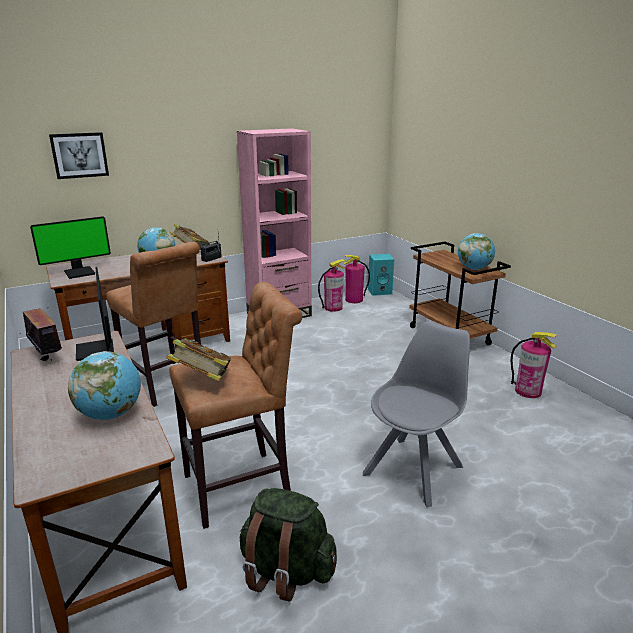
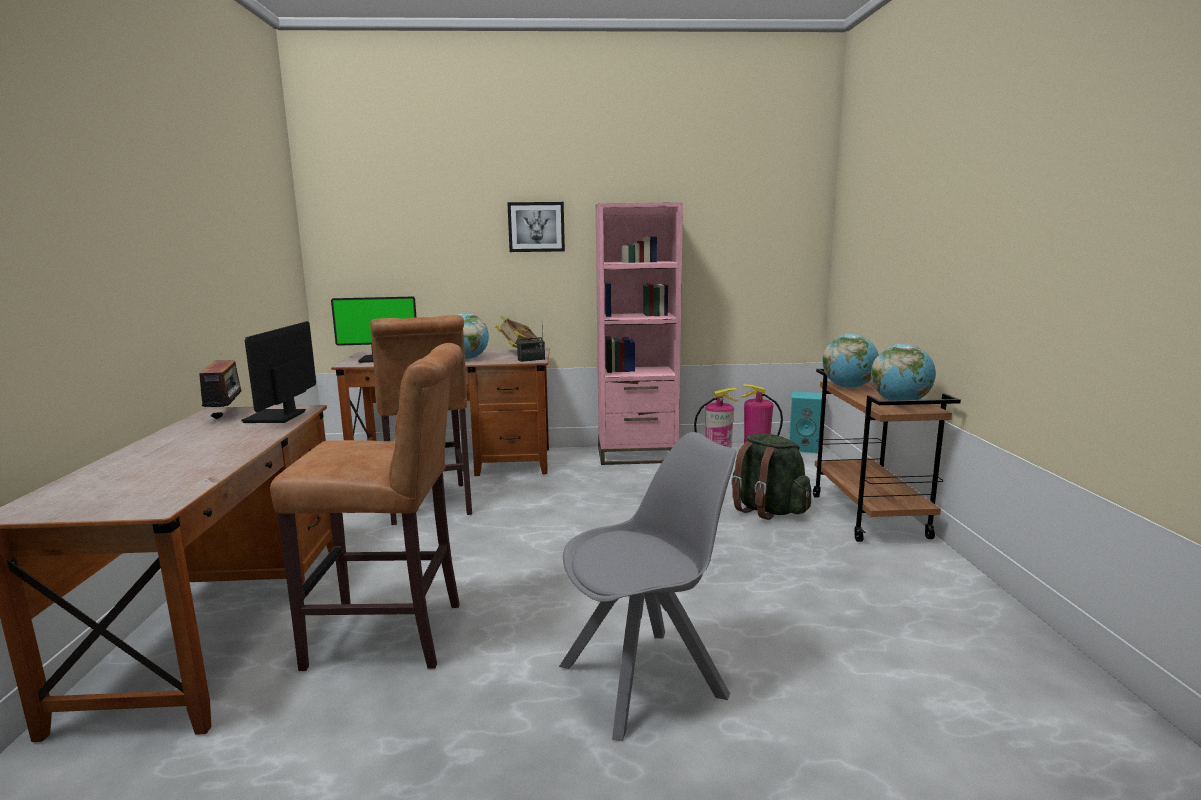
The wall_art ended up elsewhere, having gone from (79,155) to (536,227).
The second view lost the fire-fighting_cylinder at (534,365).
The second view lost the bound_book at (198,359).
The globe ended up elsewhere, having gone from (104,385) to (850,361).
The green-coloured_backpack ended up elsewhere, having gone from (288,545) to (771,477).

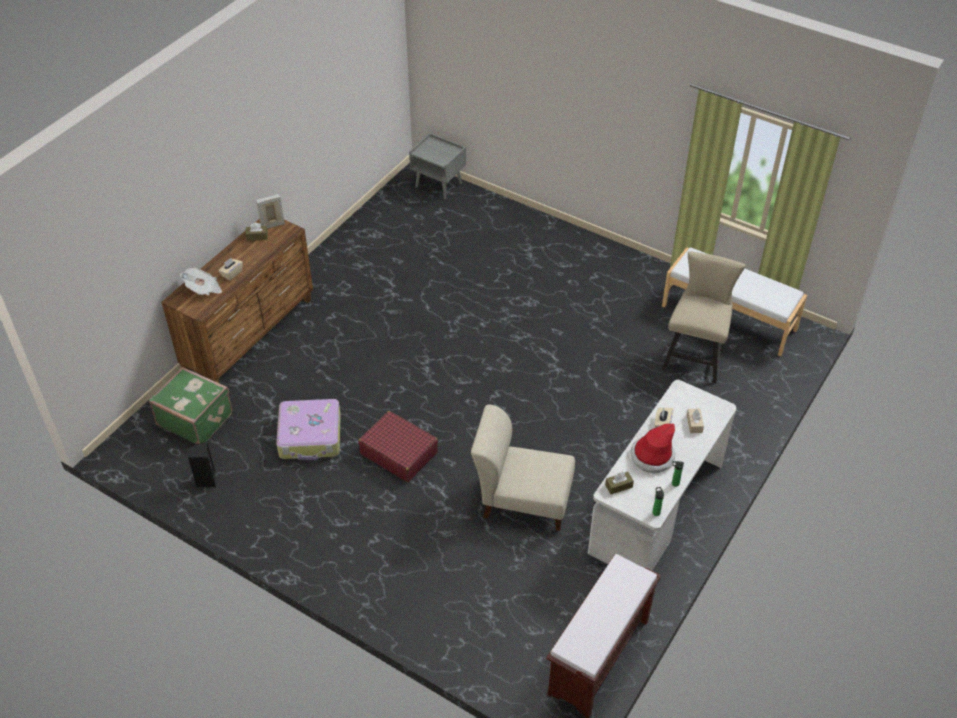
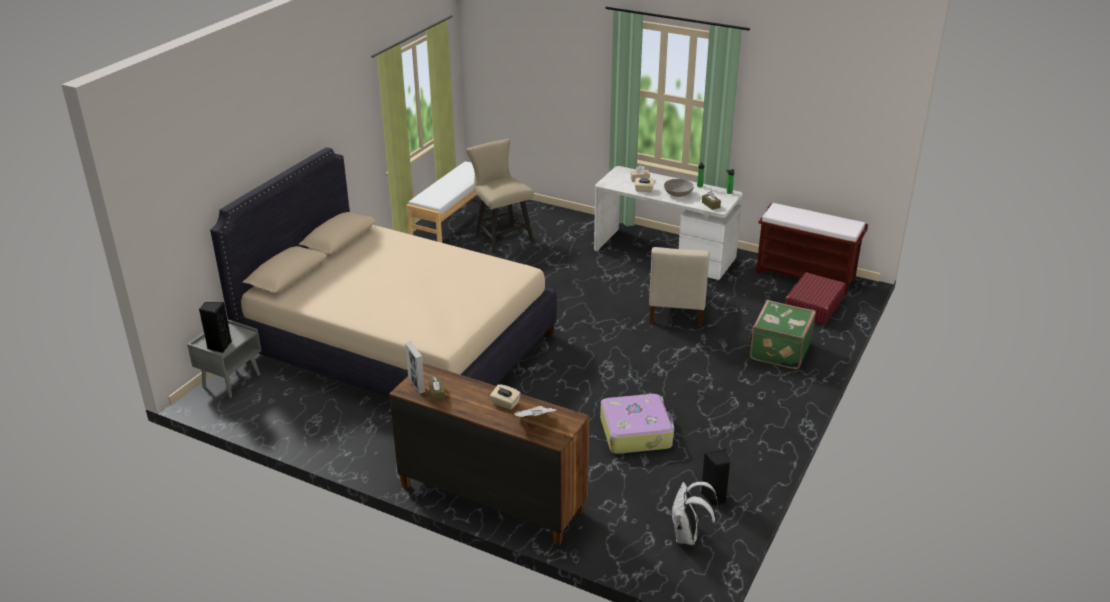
The sand-coloured_plain_chair at (704,317) ended up facing another way, 45 degrees clockwise from before.
The green-coloured_suitcase ended up elsewhere, having gone from (190,406) to (782,334).
The red_suitcase ended up elsewhere, having gone from (398,446) to (815,298).
Where the wearable_hat stood at (652,449), the gray_serving_bowl came to stand at (679,188).
The second view gained the sand-coloured_bedroom_bed at (383,272).
The second view gained the black-coloured_loudspeaker at (215,327).
The second view gained the white-coloured_backpack at (695,513).

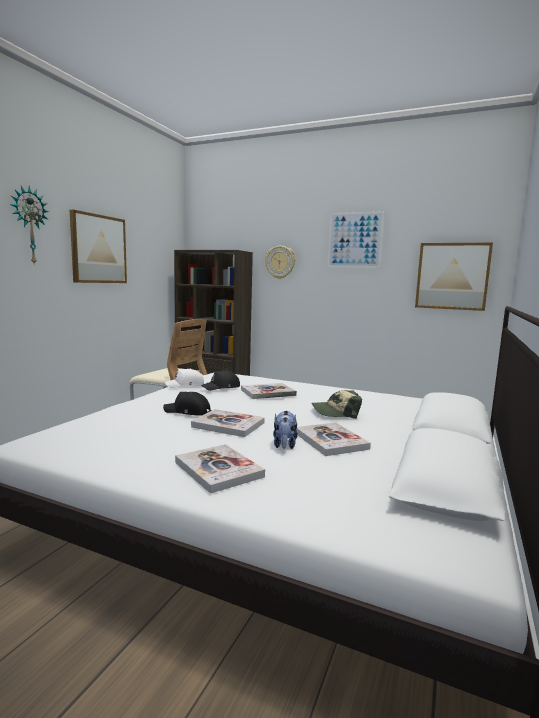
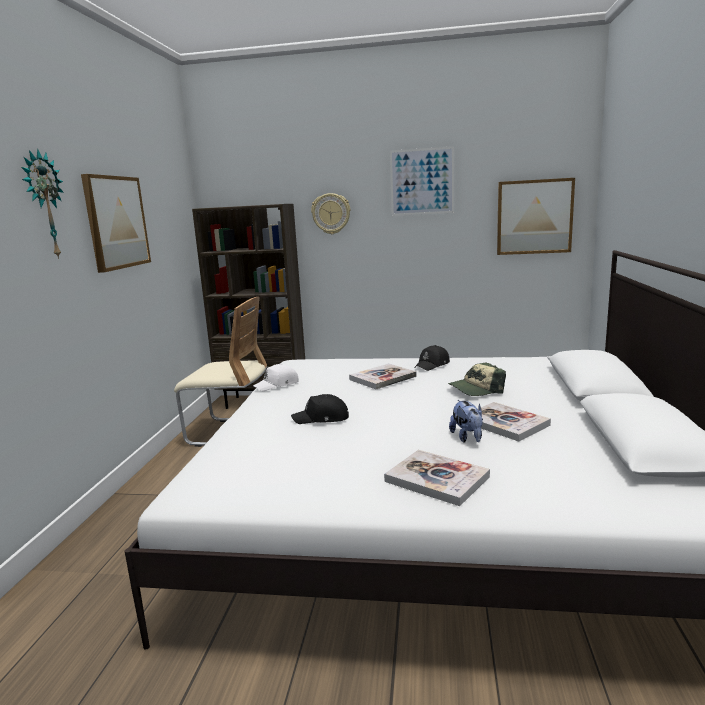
The black-coloured_cap ended up elsewhere, having gone from (220,380) to (432,358).
The second view lost the bound_book at (228,423).

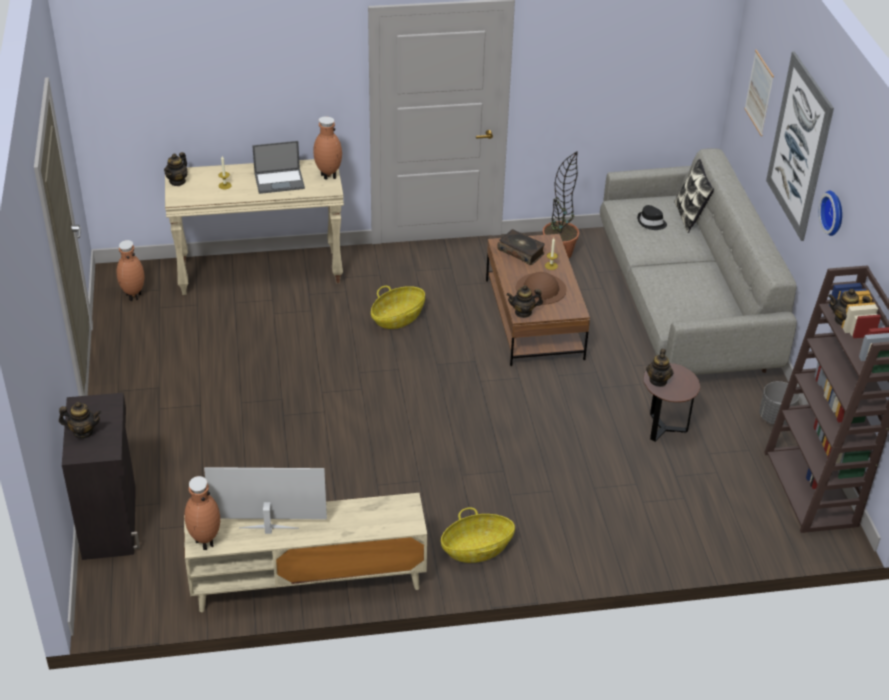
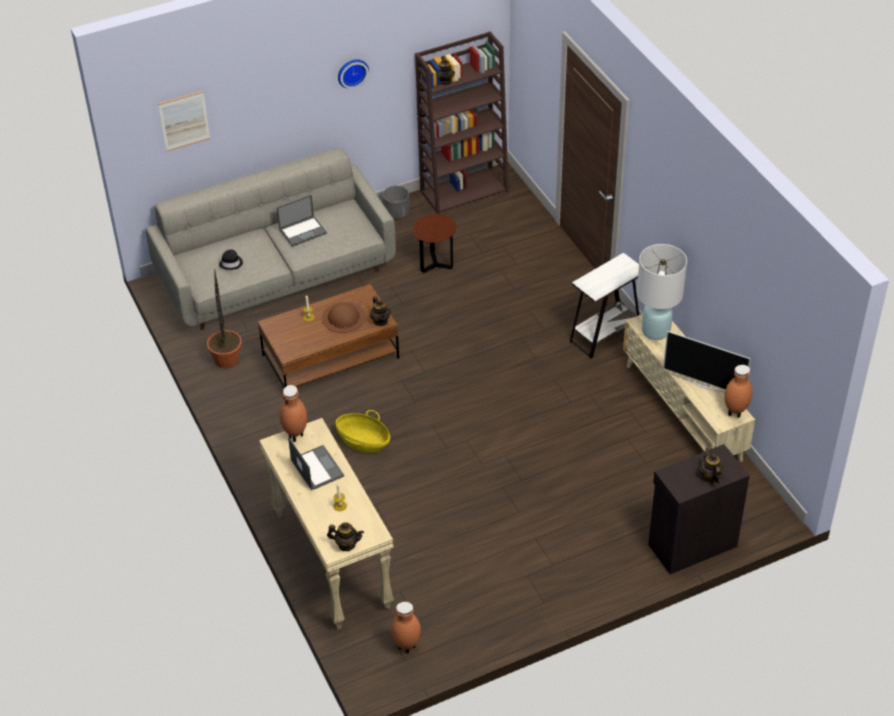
The second view lost the wall_art at (800,146).
The second view lost the cushion at (694,196).
The second view lost the bound_book at (521,247).
The second view lost the teapot at (659,368).
The TV_set at (265,500) ended up facing another way, 45 degrees counterclockwise from before.
Where the storage_basket stood at (478,535), the white-coloured_end_table came to stand at (604,306).
The second view gained the laptop at (302,221).
The second view gained the white-coloured_lamp_for_a_table at (661,292).

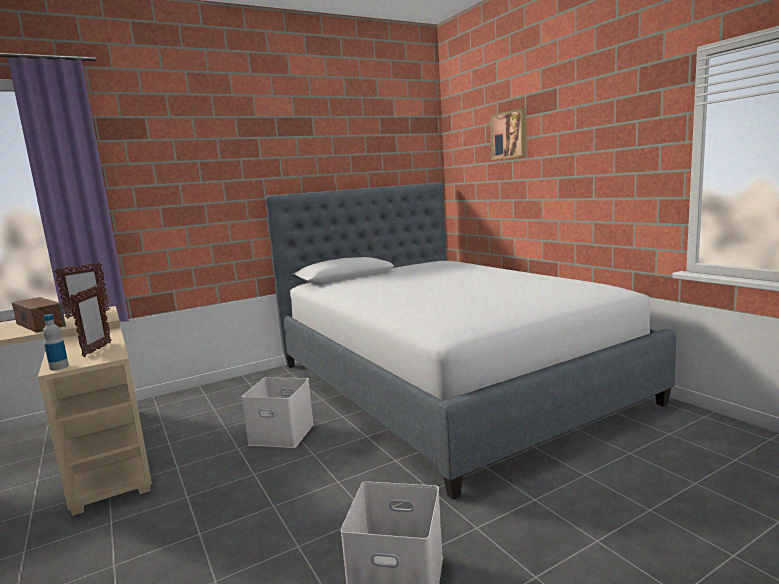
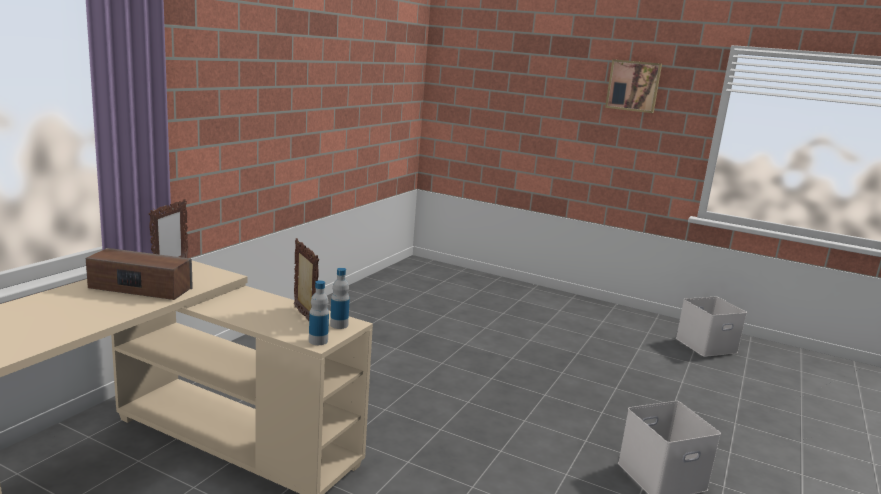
The wall_art ended up elsewhere, having gone from (508,134) to (633,86).
The second view lost the bedroom_bed at (470,341).
The white-coloured_storage_container ended up elsewhere, having gone from (277,412) to (711,327).
The second view gained the bottle at (340,298).

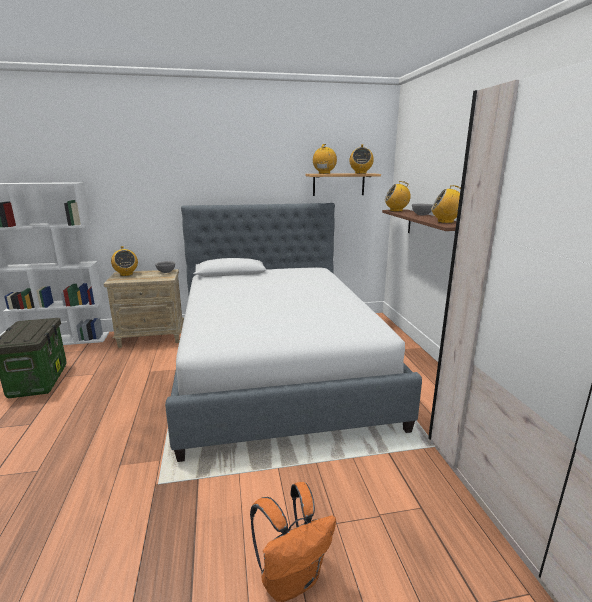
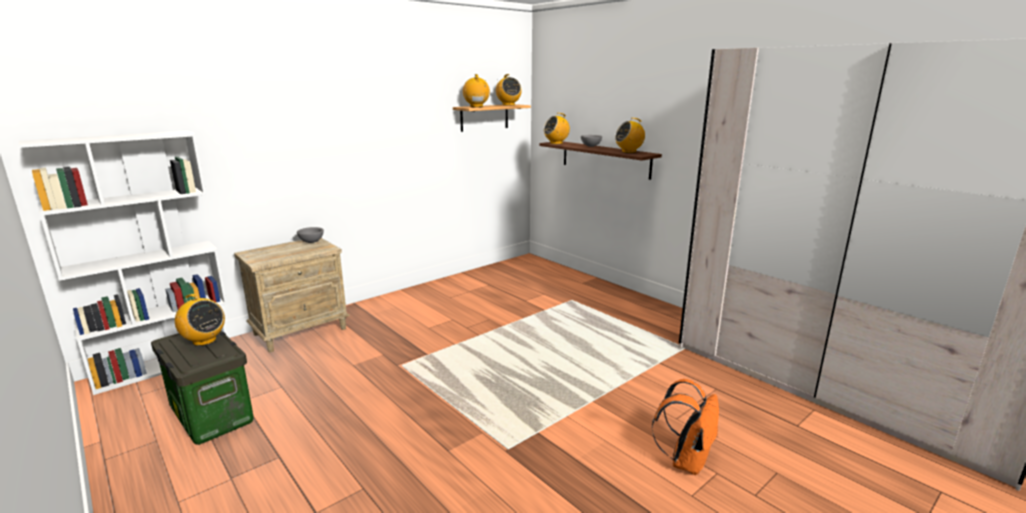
The second view lost the bedroom_bed at (293,332).
The radio_set ended up elsewhere, having gone from (124,261) to (198,320).

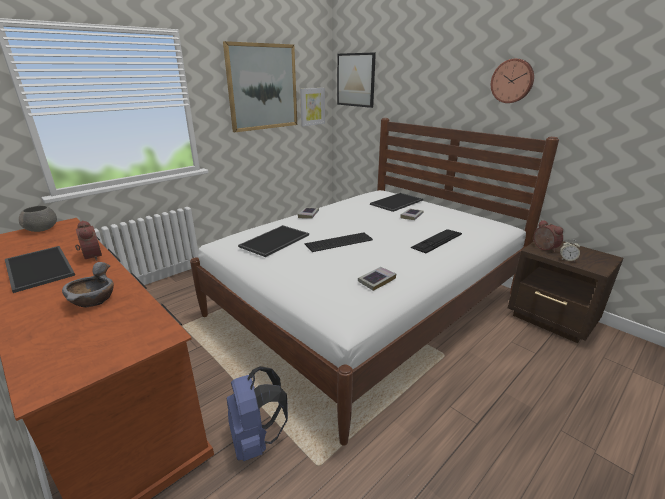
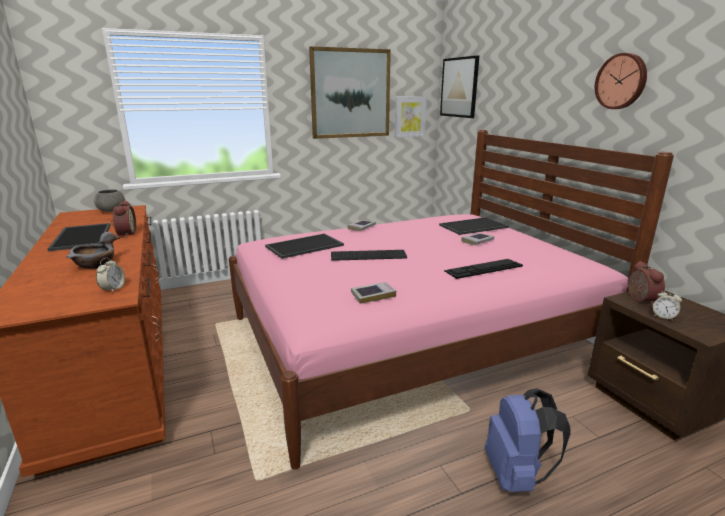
What was the white-coloured_bedroom_bed at (374,282) turned into the pink_bedroom_bed at (451,299).
The bluish_backpack ended up elsewhere, having gone from (257,413) to (528,440).
The second view gained the bedside_clock at (110,275).

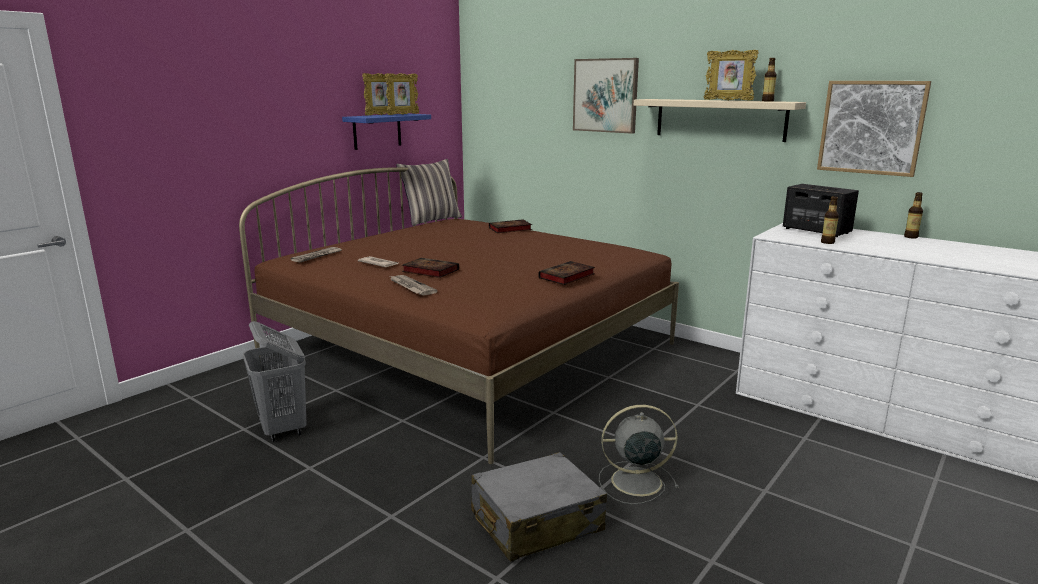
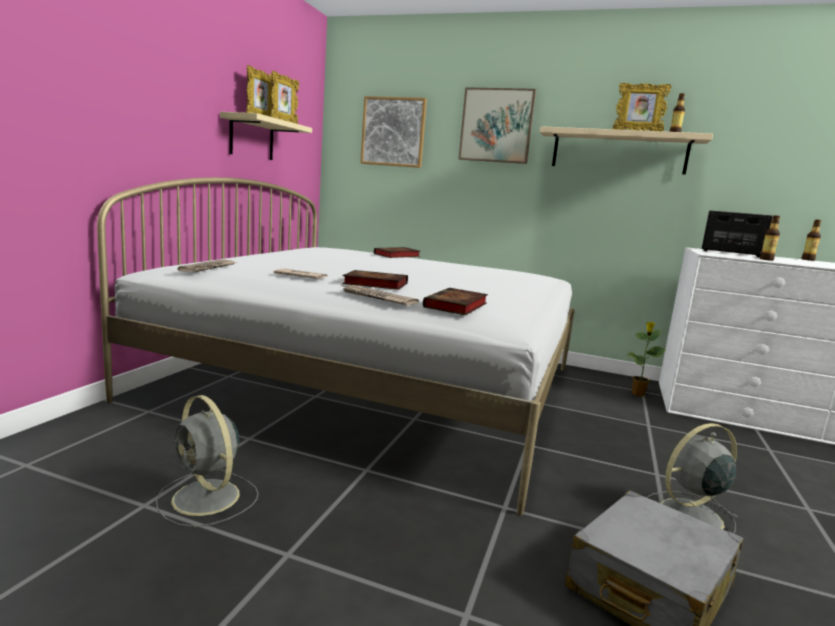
The wall_art ended up elsewhere, having gone from (874,129) to (393,132).
What was the bluish_bracket_shelf at (386,132) turned into the sand-coloured_bracket_shelf at (266,136).
The second view lost the cushion at (429,192).
What was the brownish_bedroom_bed at (459,315) turned into the white-coloured_bedroom_bed at (336,346).
The bound_book ended up elsewhere, having gone from (566,273) to (455,301).
Where the gray_laundry_basket stood at (274,381), the gray_cooling_fan came to stand at (207,461).
The second view gained the plant_in_a_pot at (646,359).

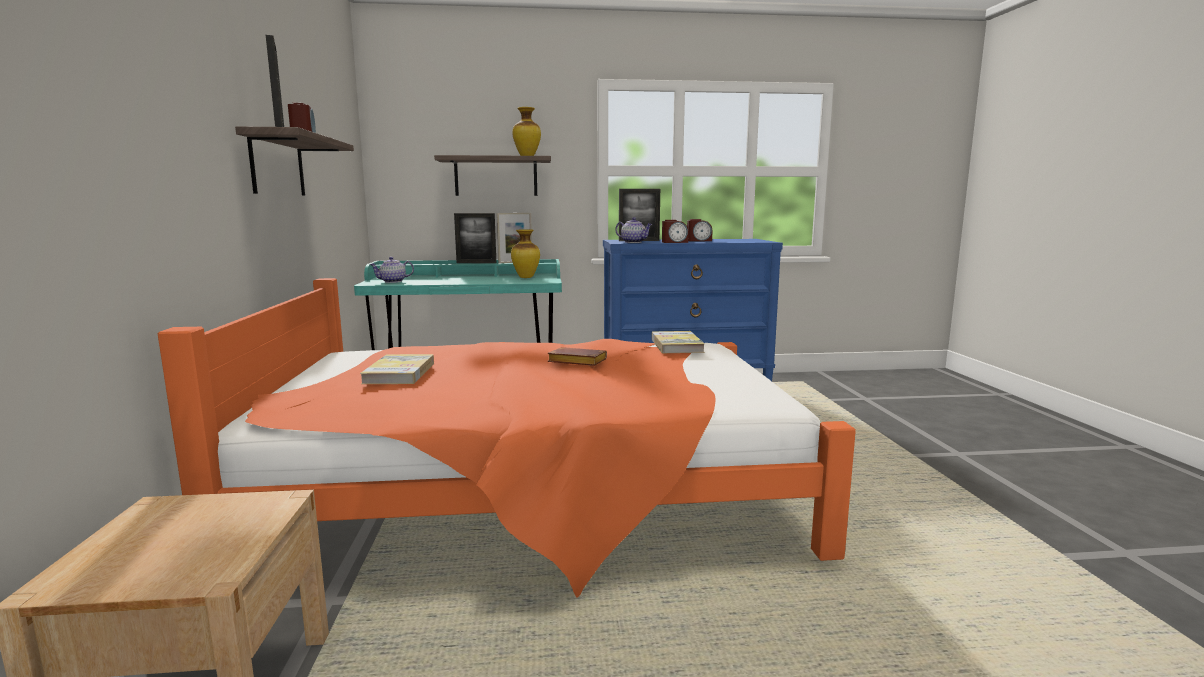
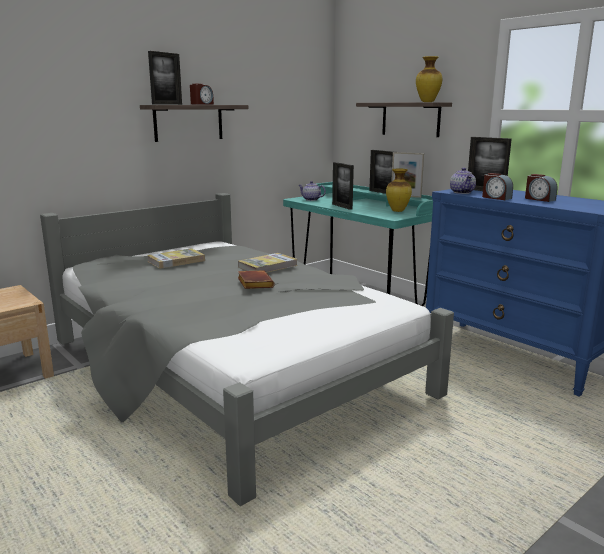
What was the orange-coloured_bedroom_bed at (507,437) turned into the gray_bedroom_bed at (247,349).
The bound_book ended up elsewhere, having gone from (678,342) to (268,262).
The second view gained the photo_frame at (343,186).

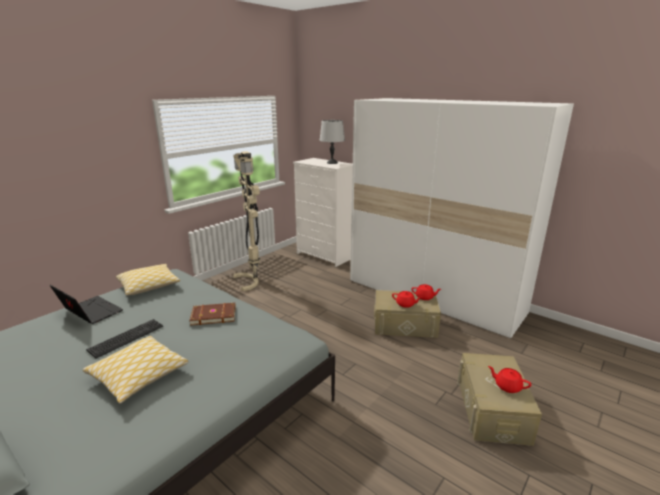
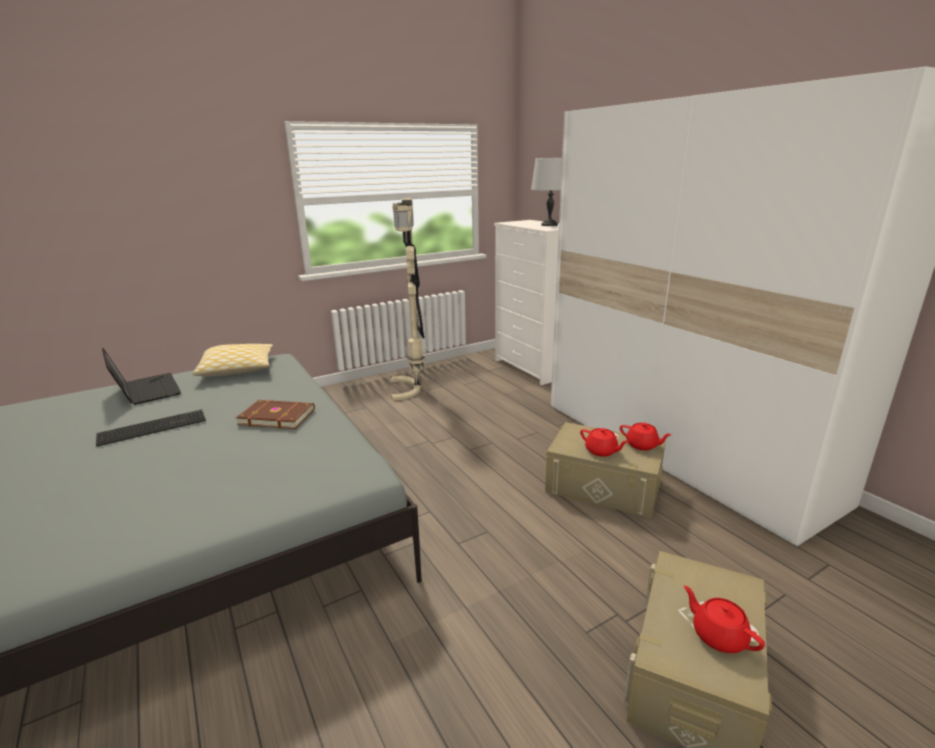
The second view lost the cushion at (135,370).

